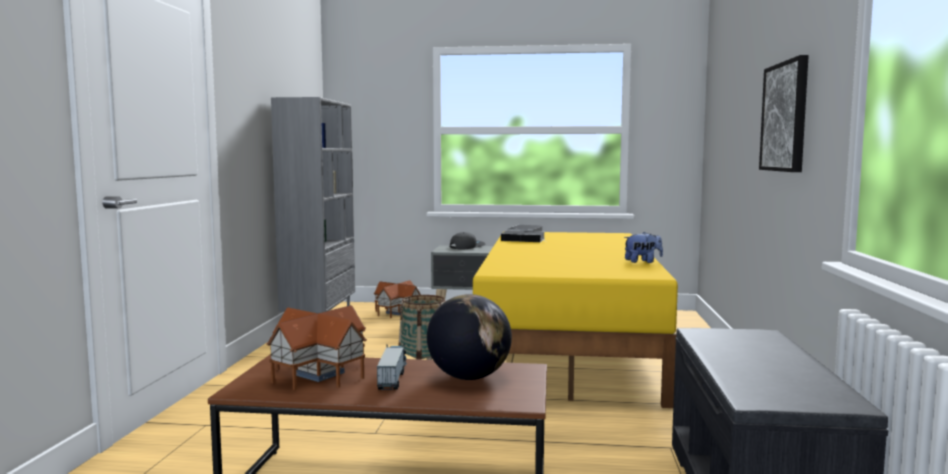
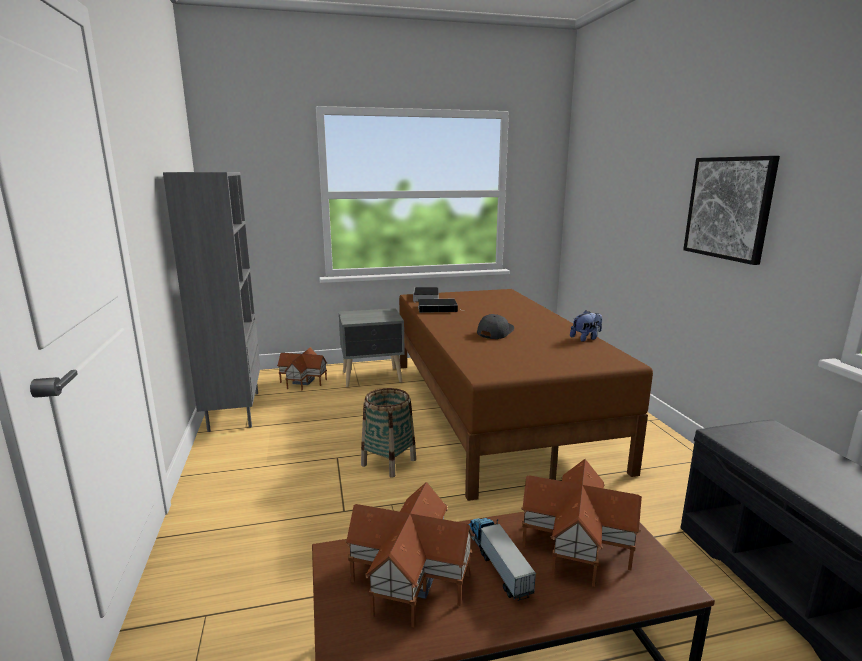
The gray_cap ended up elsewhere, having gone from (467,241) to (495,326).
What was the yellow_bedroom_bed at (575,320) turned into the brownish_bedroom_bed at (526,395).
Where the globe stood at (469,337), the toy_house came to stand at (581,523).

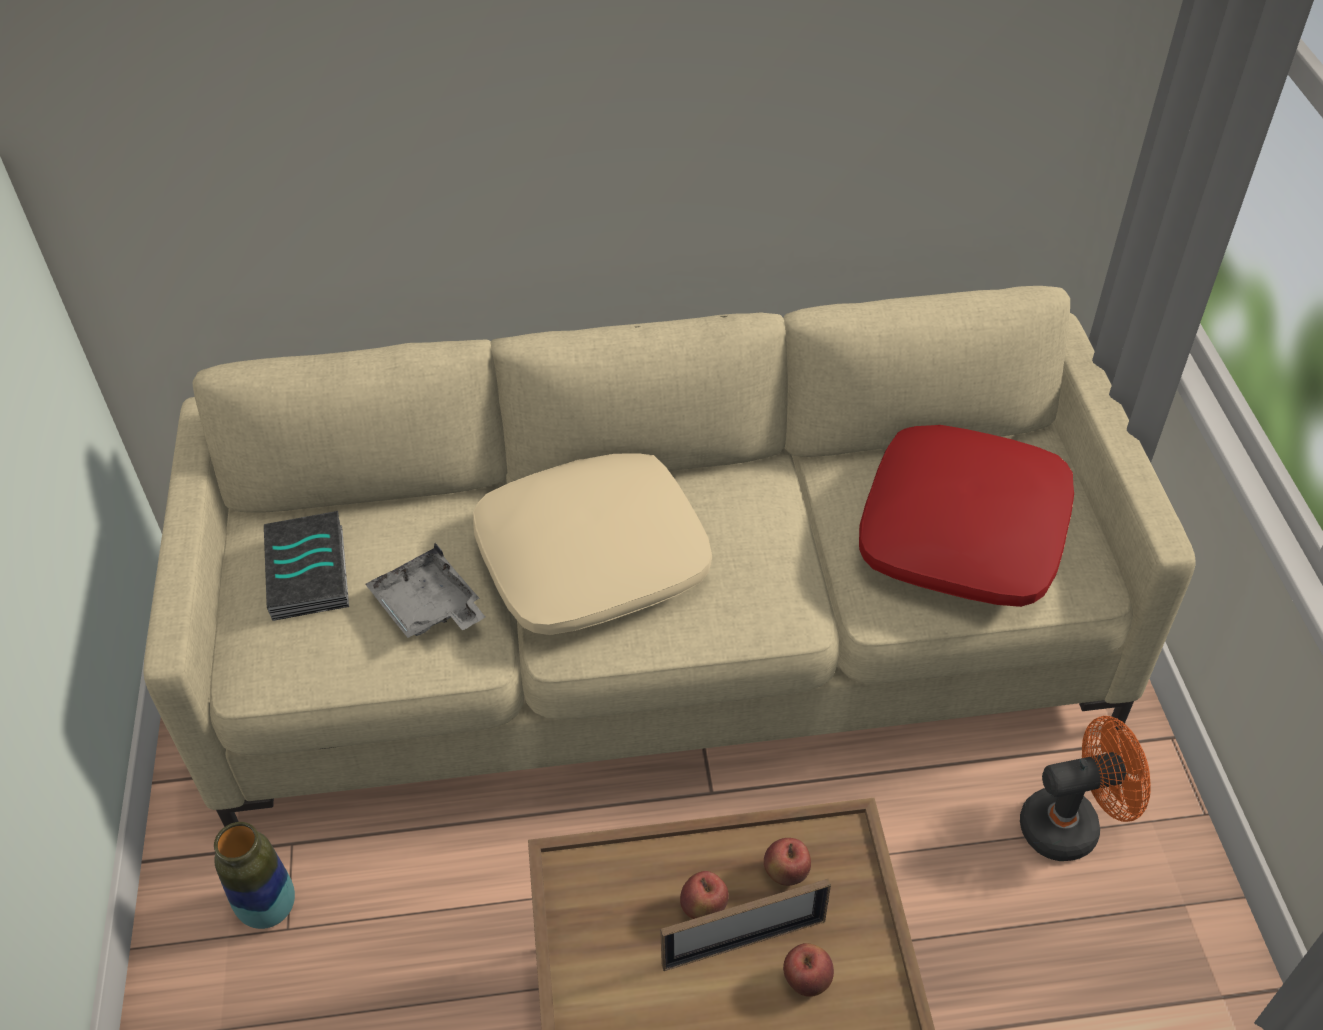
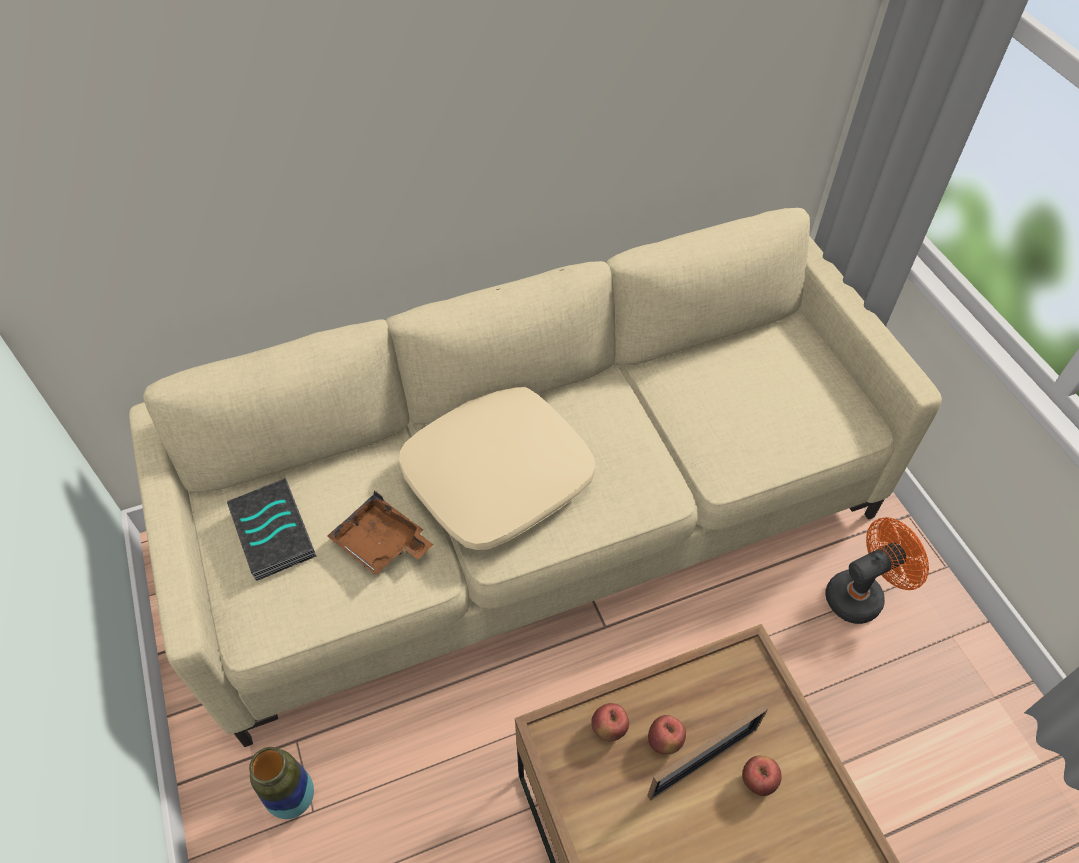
The second view lost the red_cushion at (966,516).
What was the gray_carrying_tray at (425,590) turned into the brownish_carrying_tray at (380,532).
The apple ended up elsewhere, having gone from (787,862) to (610,722).

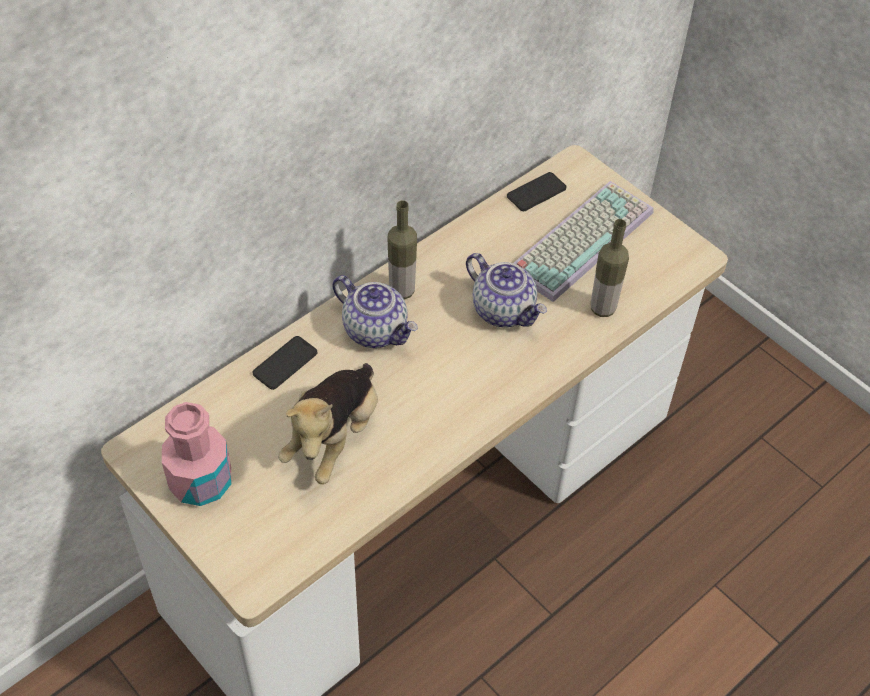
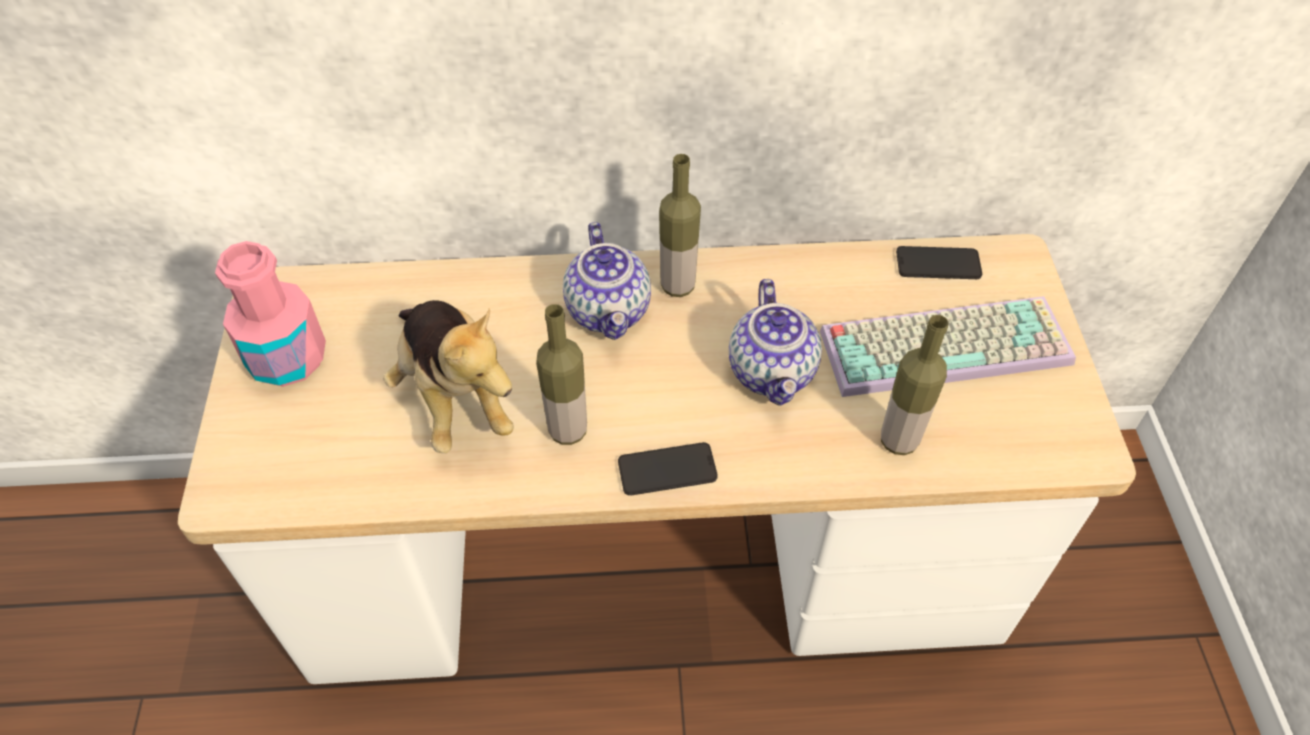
The phone ended up elsewhere, having gone from (284,363) to (668,469).
The cuddly_toy at (328,423) ended up facing another way, 90 degrees counterclockwise from before.
The second view gained the bottle at (561,374).

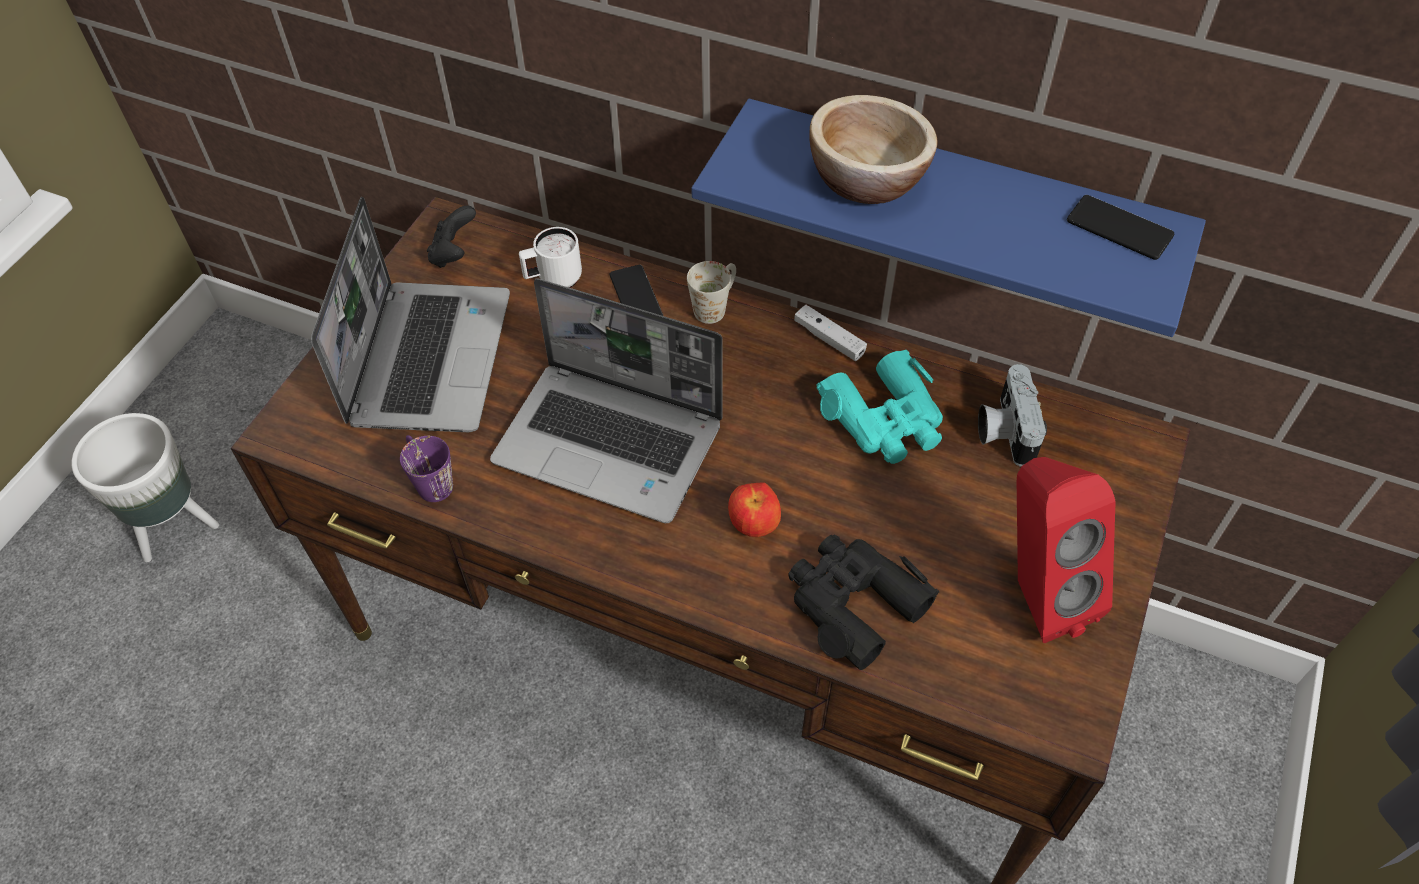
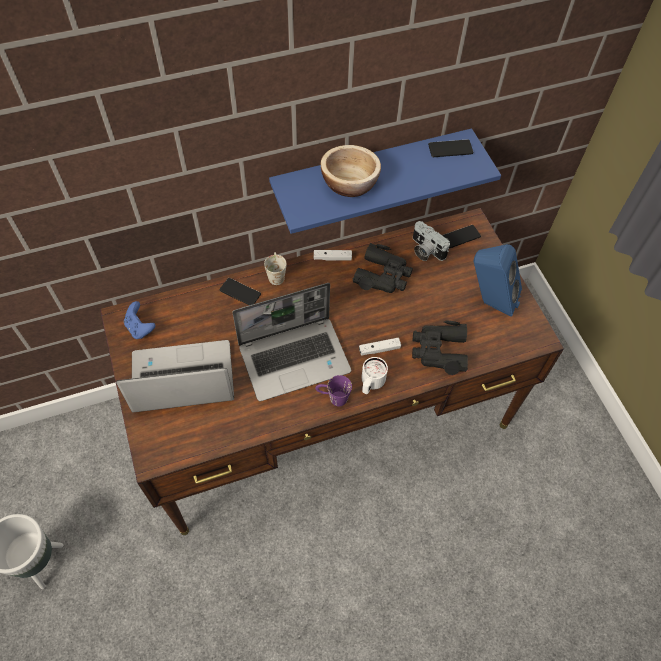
The laptop at (410,314) ended up facing another way, 60 degrees counterclockwise from before.
What was the black-coloured_gamepad at (451,236) turned into the bluish_gamepad at (140,320).
The white-coloured_mug ended up elsewhere, having gone from (550,257) to (374,375).
What was the turquoise-coloured_binoculars at (879,407) turned into the black-coloured_binoculars at (382,268).
The purple_mug ended up elsewhere, having gone from (426,468) to (333,390).
What was the red_loudspeaker at (1066,550) turned into the bluish_loudspeaker at (498,280).
Where the apple stood at (754,509), the white-coloured_gamepad came to stand at (380,347).
The second view gained the phone at (461,236).

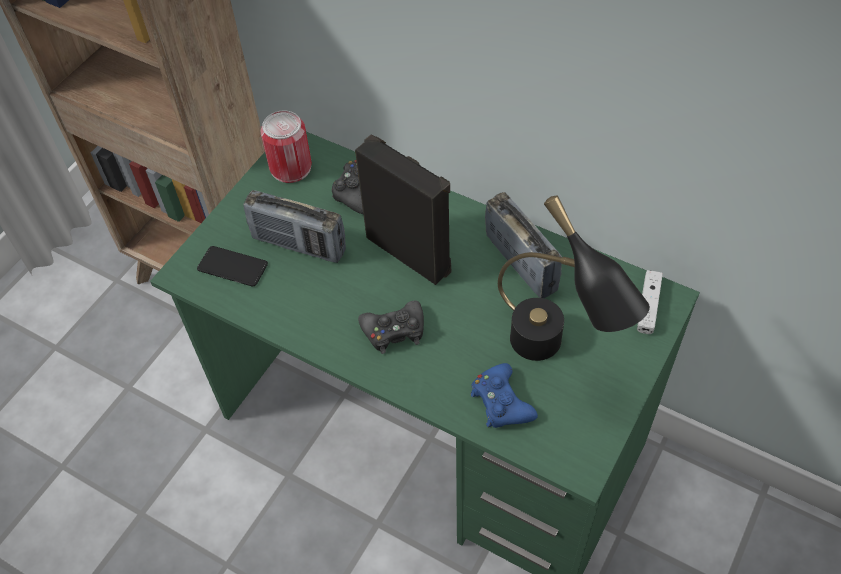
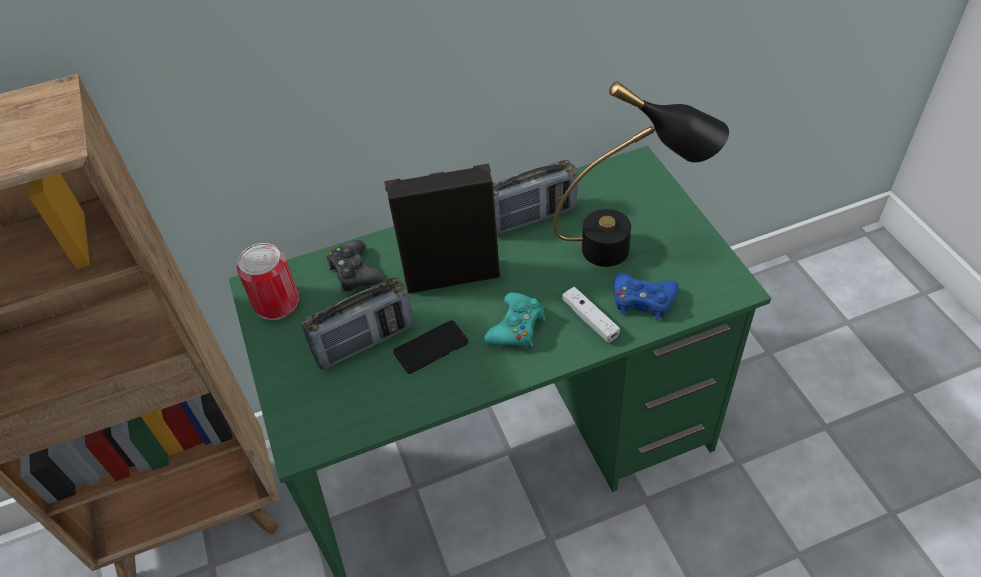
The radio_set at (523,245) ended up facing another way, 150 degrees clockwise from before.
The phone ended up elsewhere, having gone from (232,266) to (430,347).
The white-coloured_gamepad ended up elsewhere, having gone from (650,302) to (591,315).
What was the black-coloured_gamepad at (391,327) turned into the turquoise-coloured_gamepad at (515,320).

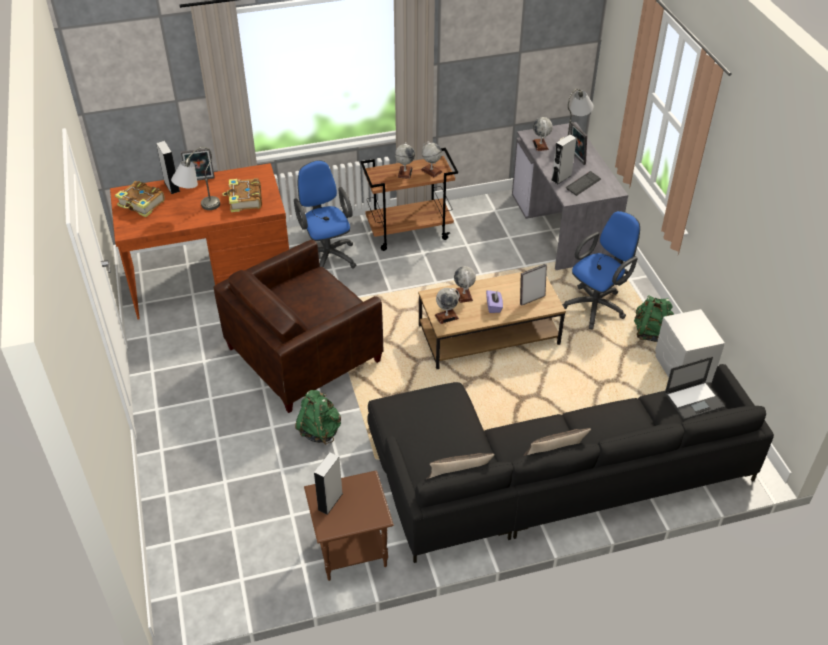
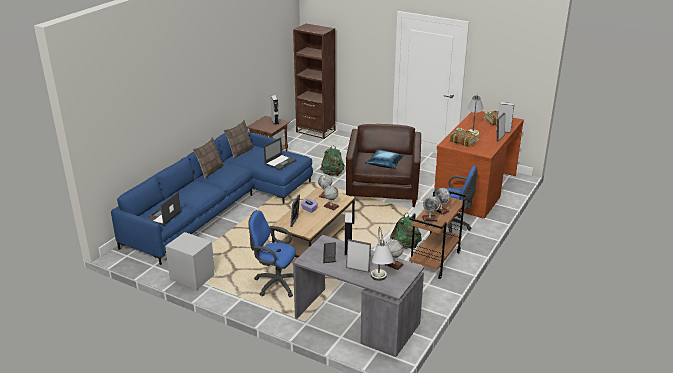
The bluish_computer_chair at (601,270) ended up facing another way, 105 degrees clockwise from before.
The green-coloured_backpack ended up elsewhere, having gone from (654,318) to (406,231).
What was the black-coloured_sofa at (570,463) turned into the bluish_sofa at (212,195).
The second view gained the brownish_bookshelf at (314,81).
The second view gained the laptop at (280,154).
The second view gained the bluish_cushion at (385,159).

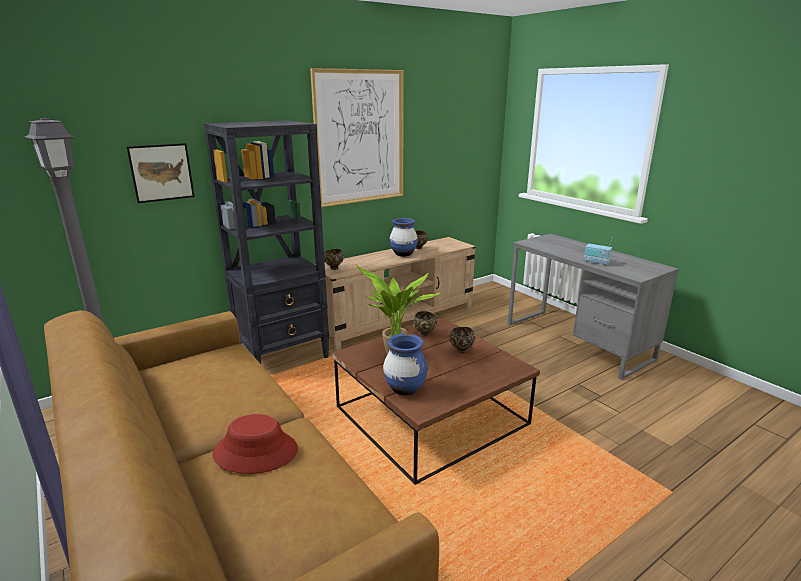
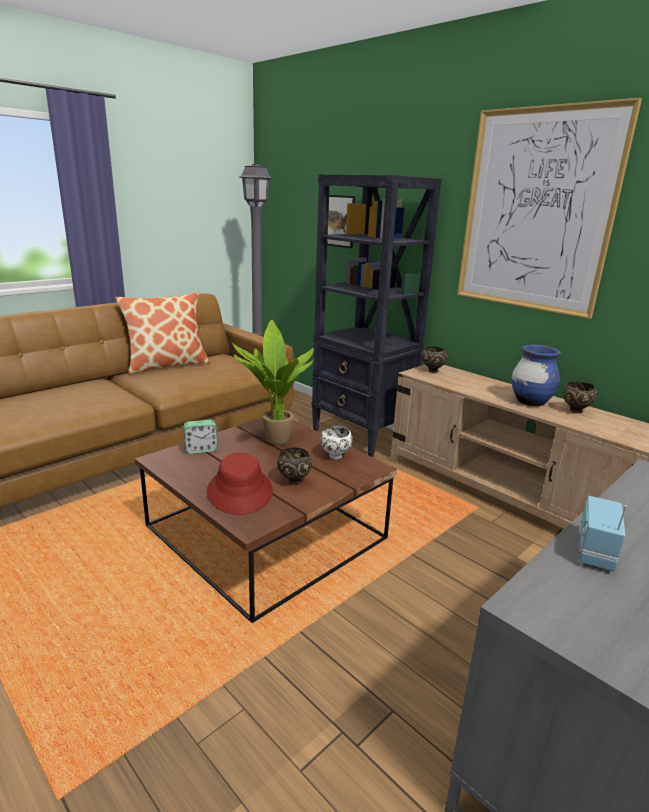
What was the brownish_serving_bowl at (425,324) turned into the white-coloured_serving_bowl at (336,442).
Where the bluish_decorative_vase stood at (405,365), the bedside_clock came to stand at (200,437).
The red_wearable_hat ended up elsewhere, having gone from (255,444) to (240,483).
The second view gained the cushion at (163,333).

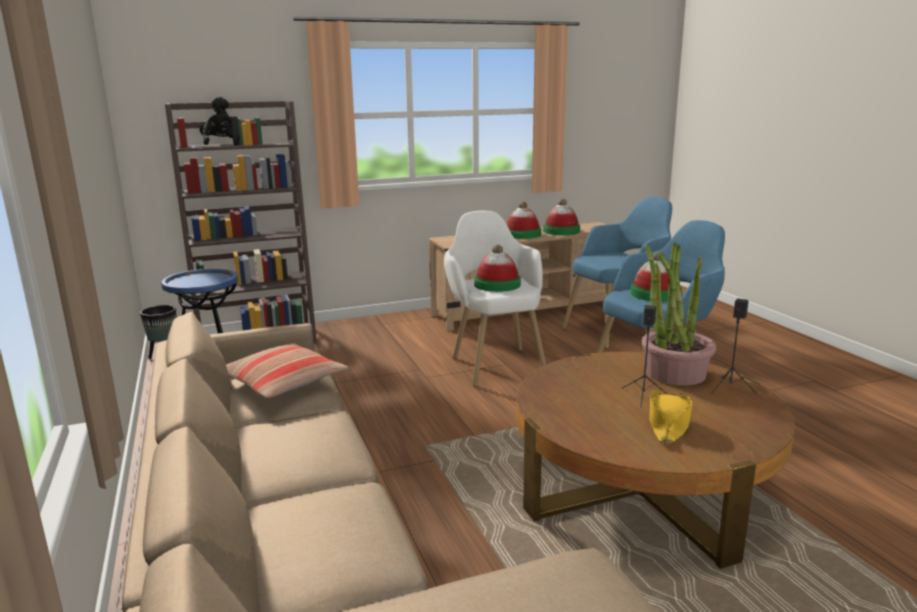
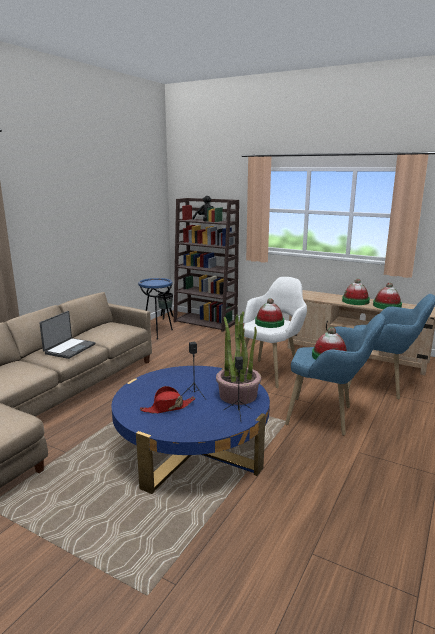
The second view lost the cushion at (287,370).
What was the brownish_coffee_table at (655,460) turned into the bluish_coffee_table at (190,430).
What was the yellow_wearable_hat at (671,416) turned into the red_wearable_hat at (167,400).
The second view gained the laptop at (67,335).

